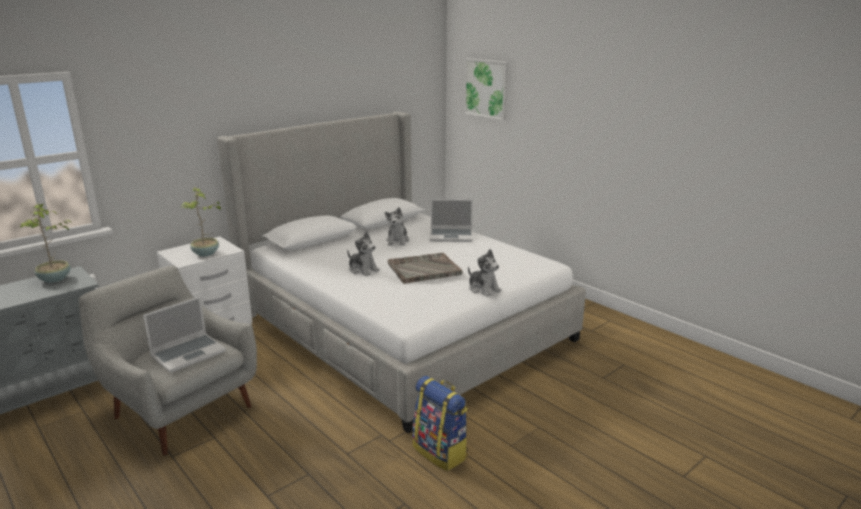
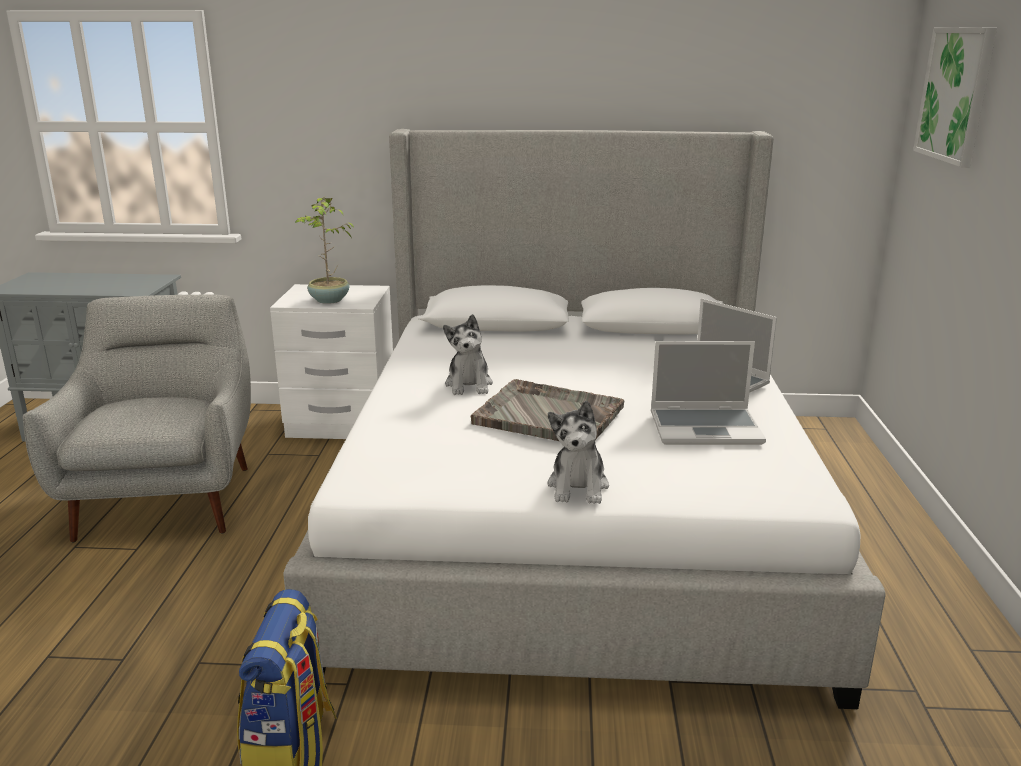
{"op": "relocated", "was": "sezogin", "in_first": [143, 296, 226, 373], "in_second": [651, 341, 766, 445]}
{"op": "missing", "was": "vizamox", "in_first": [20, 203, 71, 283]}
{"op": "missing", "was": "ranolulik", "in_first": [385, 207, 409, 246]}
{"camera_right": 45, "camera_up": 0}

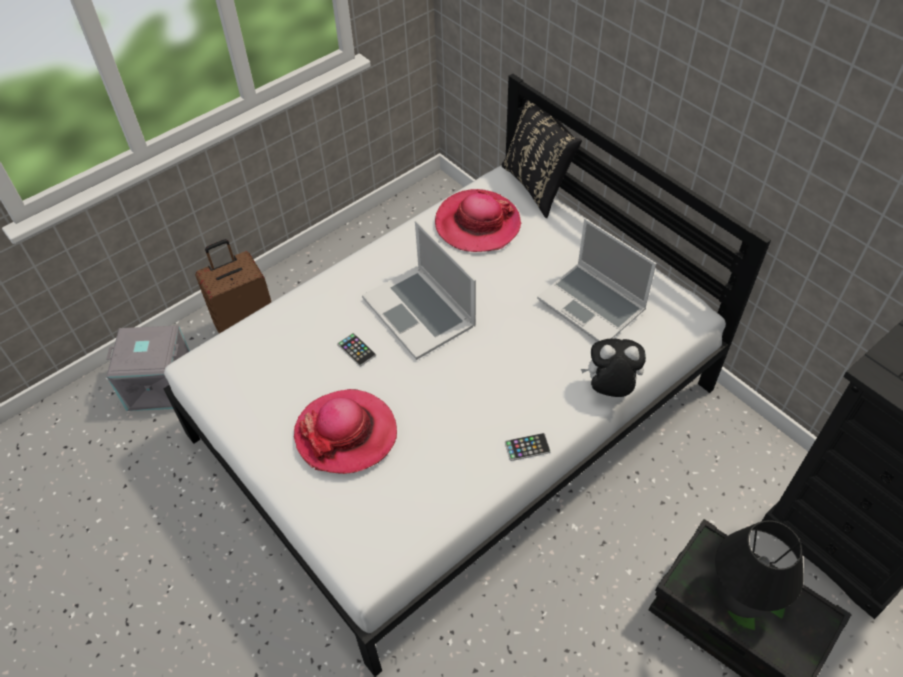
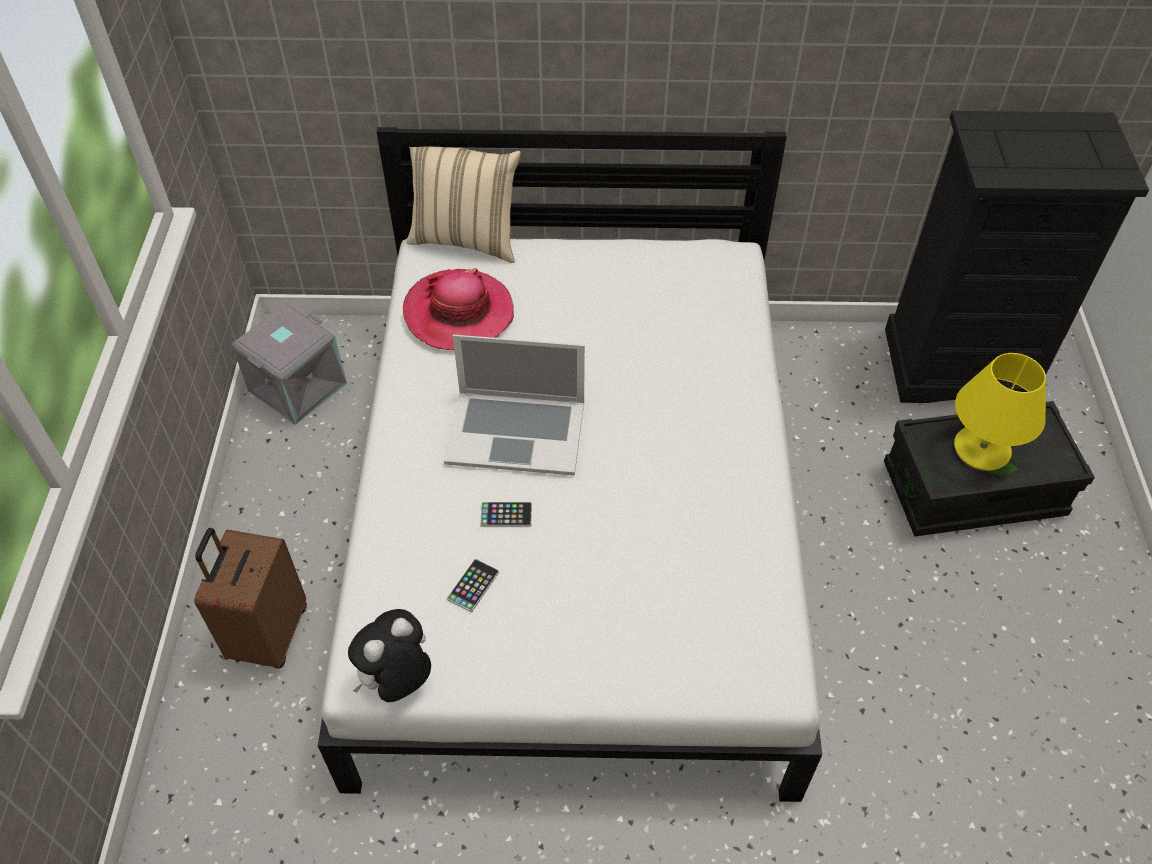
{"op": "relocated", "was": "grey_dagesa", "in_first": [107, 325, 190, 411], "in_second": [231, 304, 347, 425]}
{"op": "relocated", "was": "ranolulik", "in_first": [581, 338, 646, 397], "in_second": [348, 609, 431, 702]}
{"op": "colour", "was": "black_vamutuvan", "now": "beige_vamutuvan", "in_first": [502, 99, 582, 218], "in_second": [406, 147, 521, 263]}
{"op": "relocated", "was": "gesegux", "in_first": [505, 433, 551, 461], "in_second": [447, 559, 499, 612]}
{"op": "colour", "was": "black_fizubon", "now": "yellow_fizubon", "in_first": [715, 520, 804, 618], "in_second": [954, 353, 1046, 471]}
{"op": "missing", "was": "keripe", "in_first": [294, 389, 397, 474]}
{"op": "missing", "was": "sezogin", "in_first": [537, 218, 656, 342]}
{"camera_right": -50, "camera_up": 0}

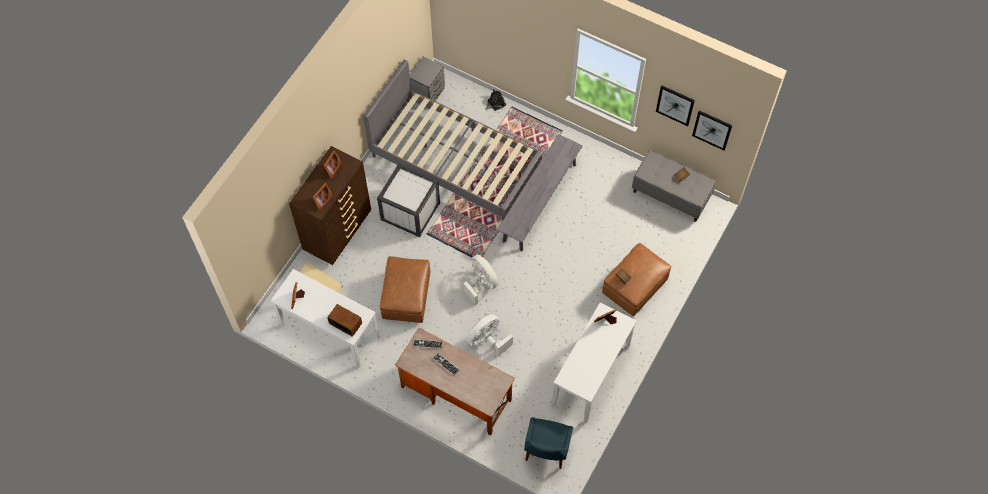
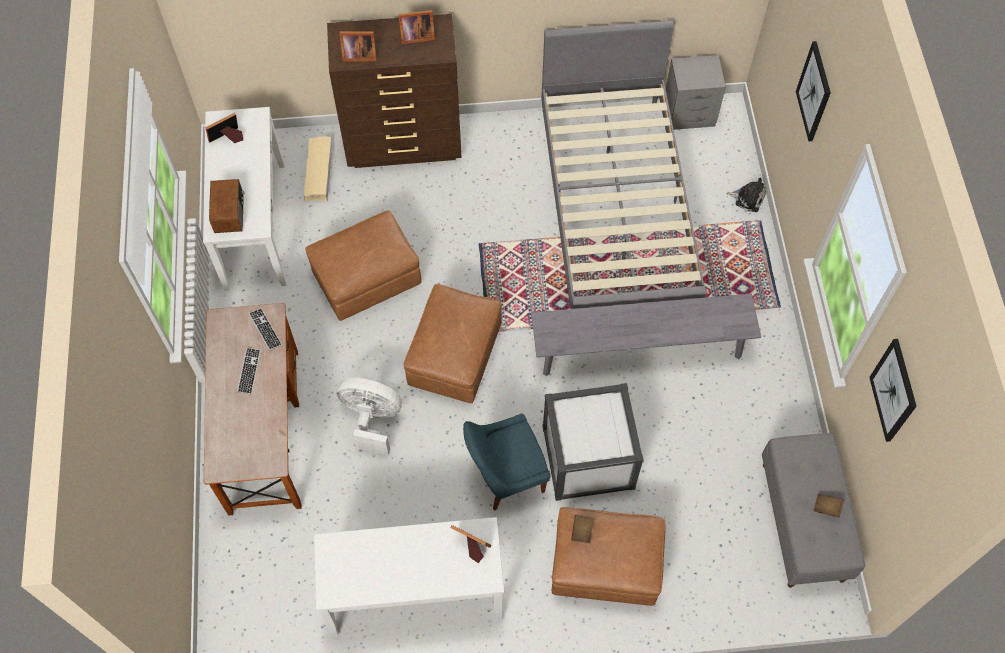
{"op": "exchanged", "was": "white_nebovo", "now": "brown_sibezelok", "in_first": [463, 254, 498, 305], "in_second": [404, 284, 502, 403]}
{"op": "relocated", "was": "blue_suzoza", "in_first": [524, 417, 573, 469], "in_second": [463, 413, 550, 511]}
{"op": "relocated", "was": "white_dagesa", "in_first": [377, 163, 440, 238], "in_second": [542, 383, 644, 501]}
{"op": "relocated", "was": "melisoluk", "in_first": [692, 110, 733, 151], "in_second": [796, 41, 831, 141]}
{"camera_right": 55, "camera_up": 0}

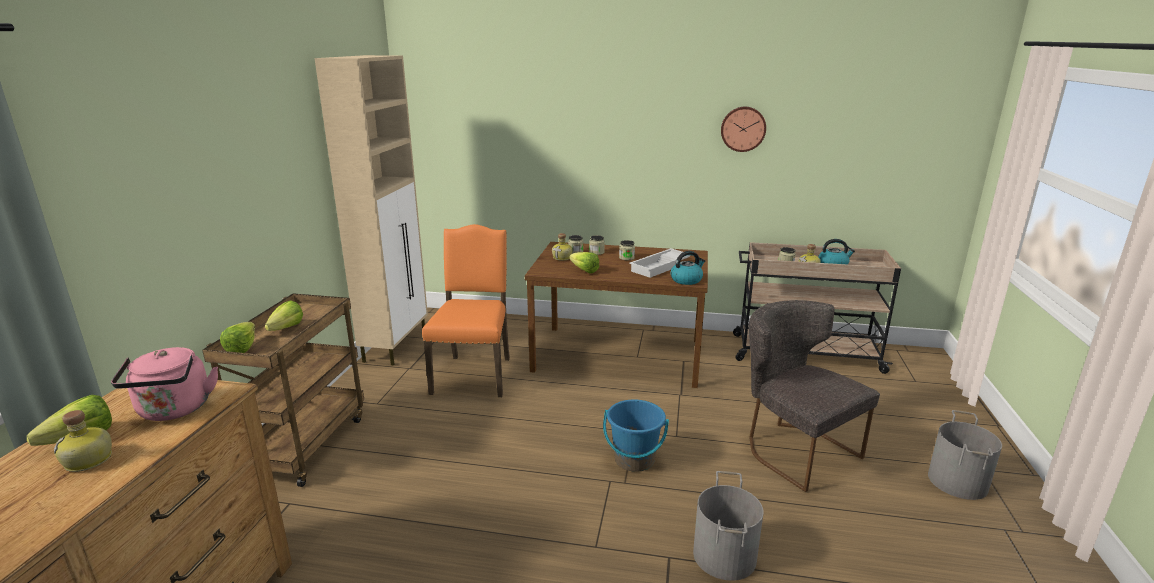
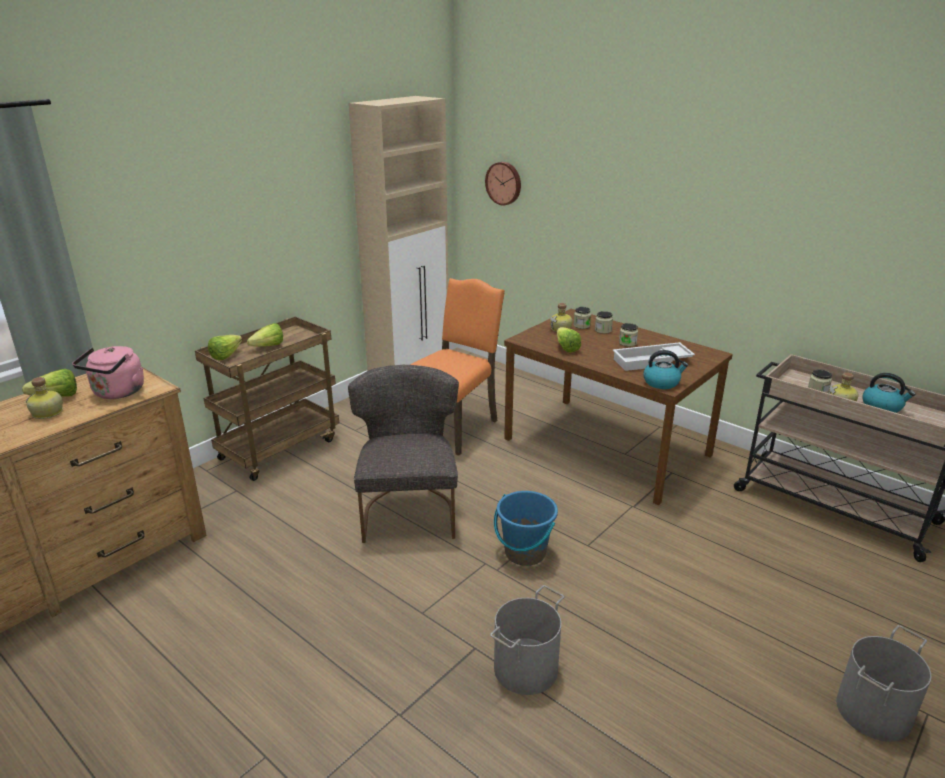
{"op": "relocated", "was": "grey_suzoza", "in_first": [749, 300, 880, 492], "in_second": [348, 364, 459, 543]}
{"op": "relocated", "was": "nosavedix", "in_first": [721, 107, 766, 152], "in_second": [485, 162, 521, 205]}
{"camera_right": 30, "camera_up": 5}

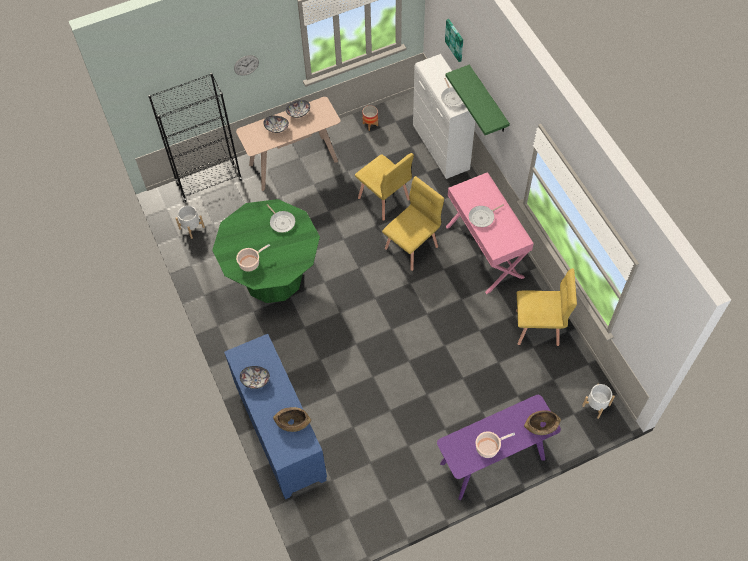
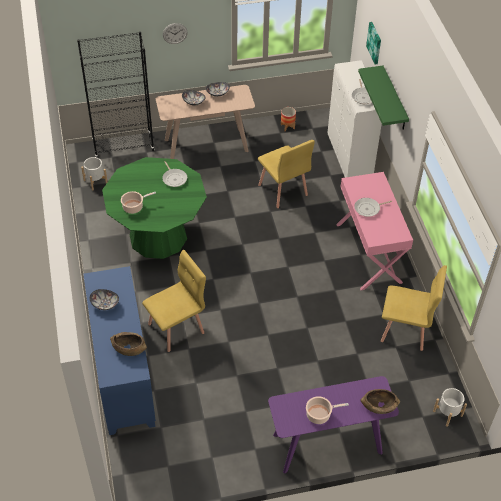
{"op": "relocated", "was": "yellow_suzoza", "in_first": [382, 176, 444, 271], "in_second": [142, 250, 206, 352]}
{"camera_right": 10, "camera_up": -10}

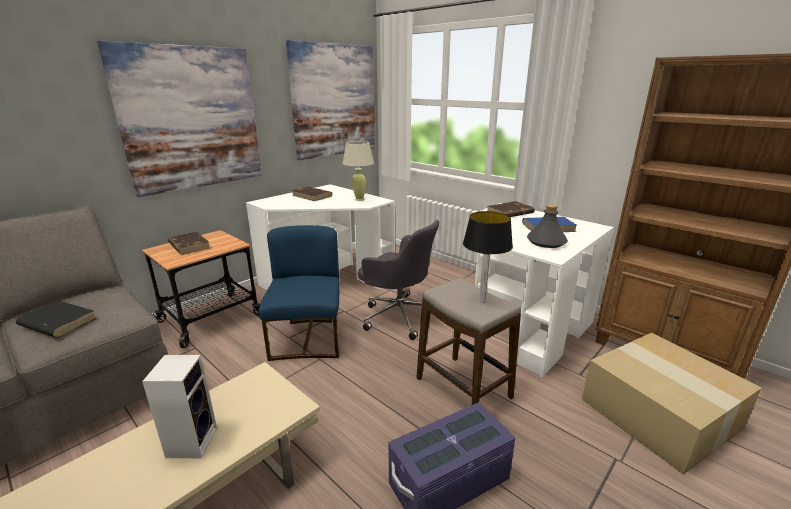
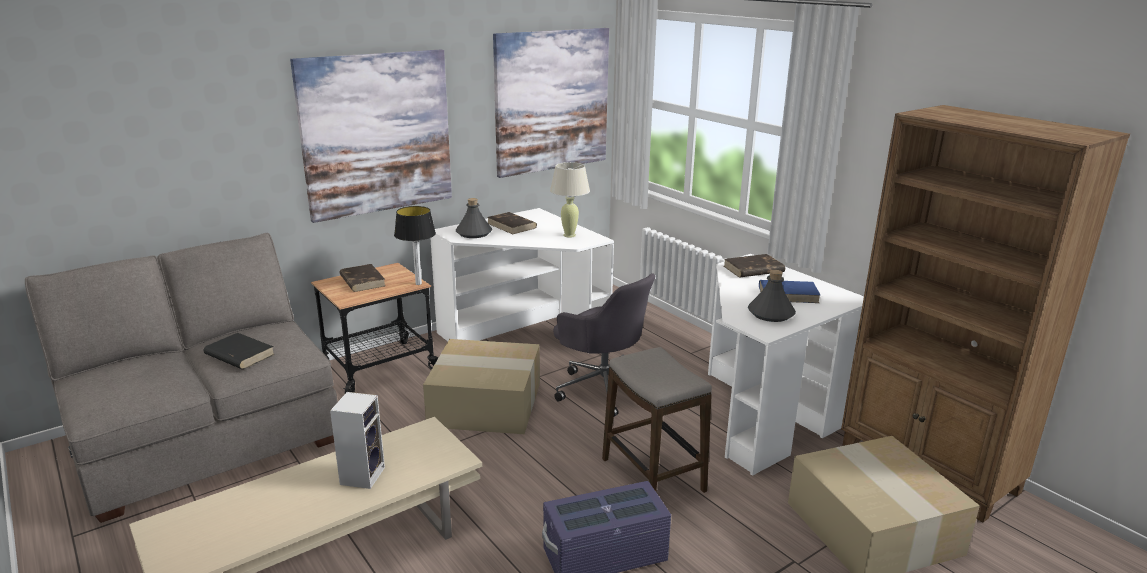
{"op": "relocated", "was": "fizubon", "in_first": [463, 211, 513, 303], "in_second": [394, 206, 436, 285]}
{"op": "exchanged", "was": "blue_suzoza", "now": "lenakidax", "in_first": [259, 225, 340, 361], "in_second": [423, 339, 540, 434]}
{"op": "appeared", "now": "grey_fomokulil", "in_second": [456, 198, 492, 238]}
{"camera_right": 10, "camera_up": 0}

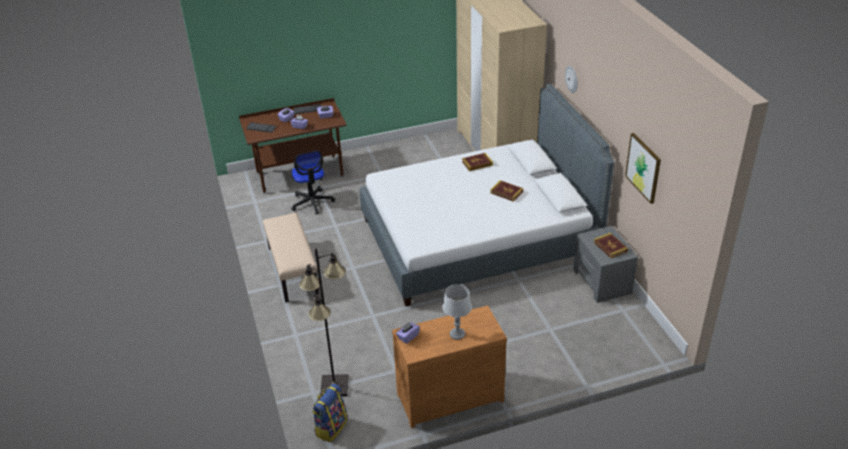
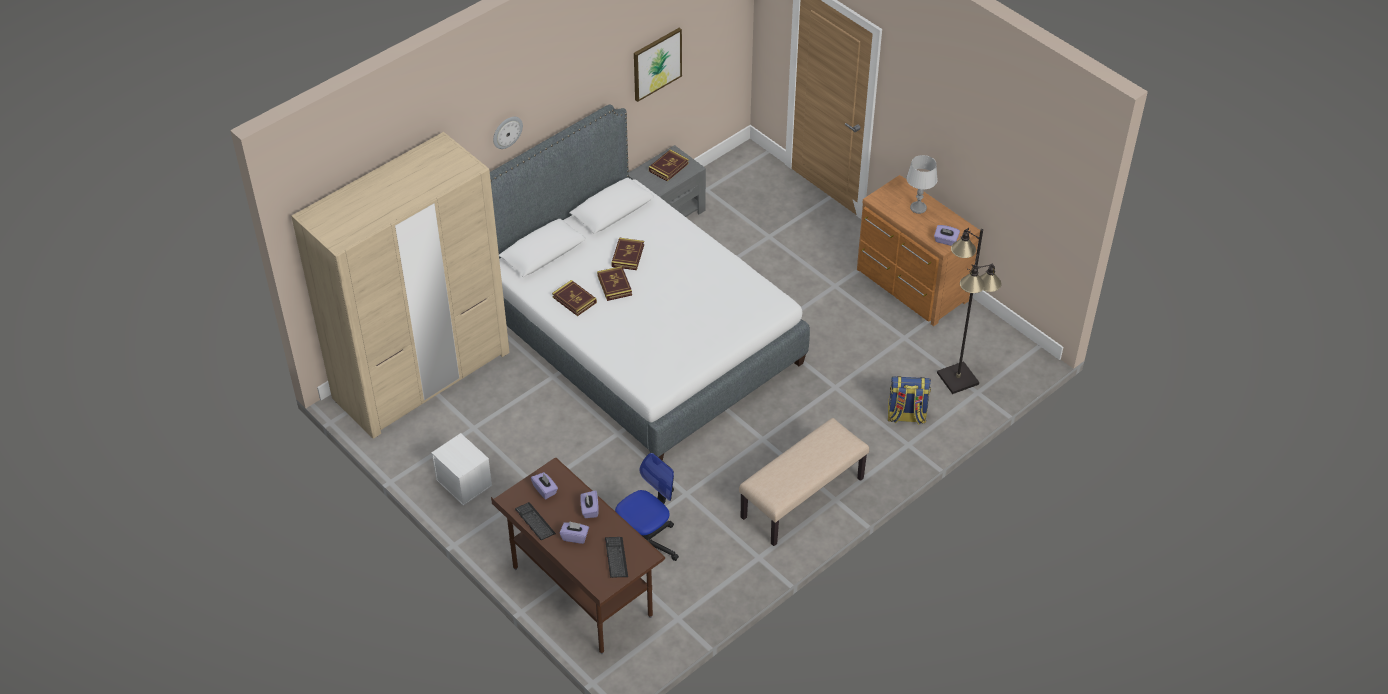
{"op": "appeared", "now": "white_dagesa", "in_second": [431, 433, 492, 506]}
{"op": "appeared", "now": "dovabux", "in_second": [597, 266, 632, 301]}
{"op": "relocated", "was": "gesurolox", "in_first": [312, 383, 348, 442], "in_second": [887, 376, 931, 425]}
{"camera_right": -115, "camera_up": 10}

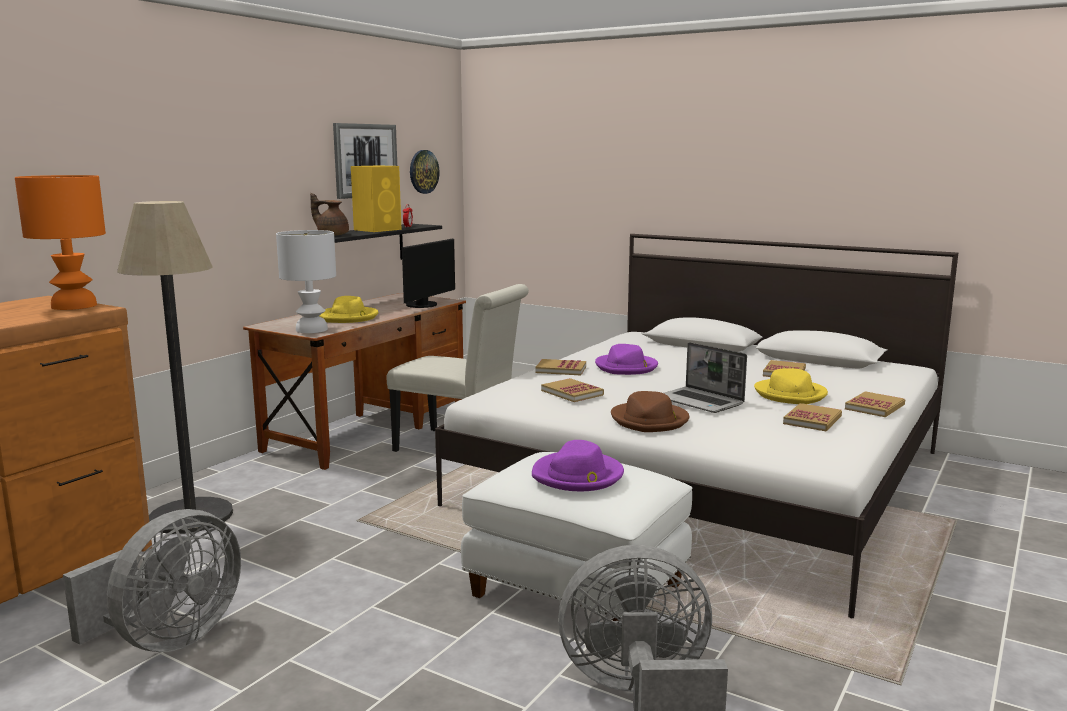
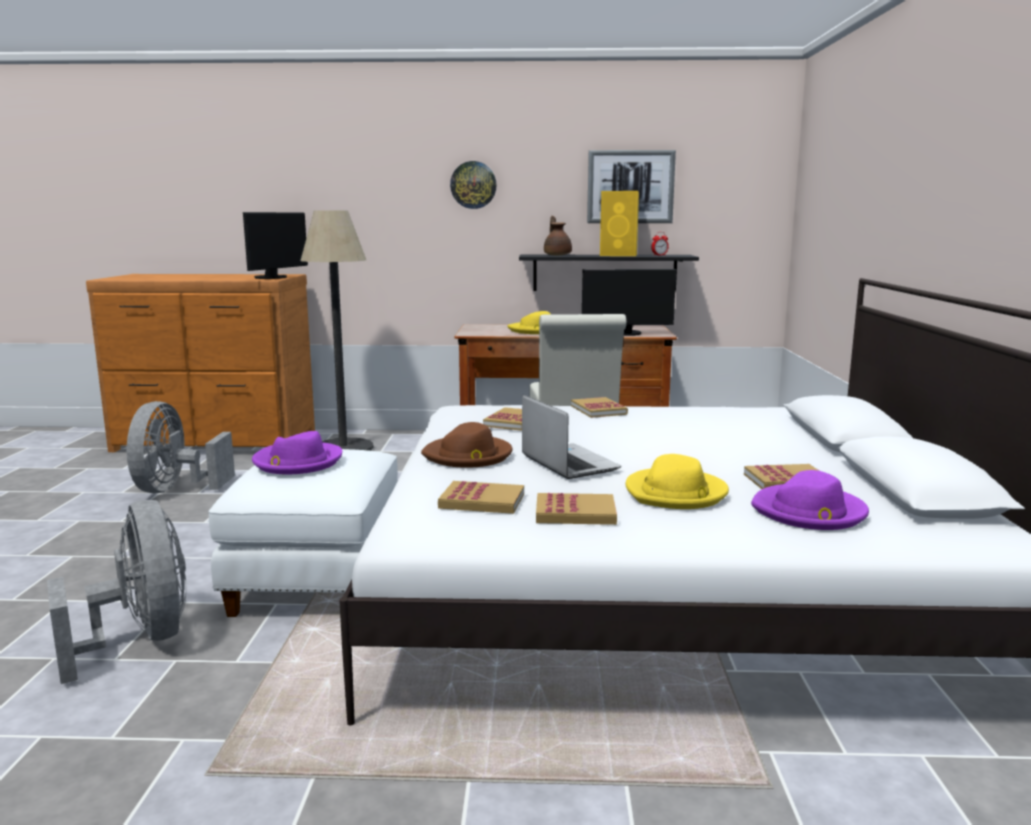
{"op": "spun", "was": "grey_nebovo", "in_first": [63, 509, 241, 652], "in_second": [127, 401, 235, 494], "clockwise": 90}
{"op": "exchanged", "was": "orange_fizubon", "now": "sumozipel", "in_first": [15, 175, 106, 310], "in_second": [243, 212, 308, 279]}
{"op": "relocated", "was": "dovabux", "in_first": [845, 391, 905, 417], "in_second": [438, 481, 524, 514]}
{"op": "relocated", "was": "nosavedix", "in_first": [410, 150, 440, 194], "in_second": [450, 161, 497, 209]}
{"op": "spun", "was": "sezogin", "in_first": [664, 342, 747, 413], "in_second": [522, 395, 621, 479], "clockwise": 135}
{"op": "relocated", "was": "purple_keripe", "in_first": [595, 344, 658, 375], "in_second": [751, 470, 869, 530]}
{"op": "missing", "was": "white_fizubon", "in_first": [276, 230, 336, 333]}
{"camera_right": 60, "camera_up": 0}

